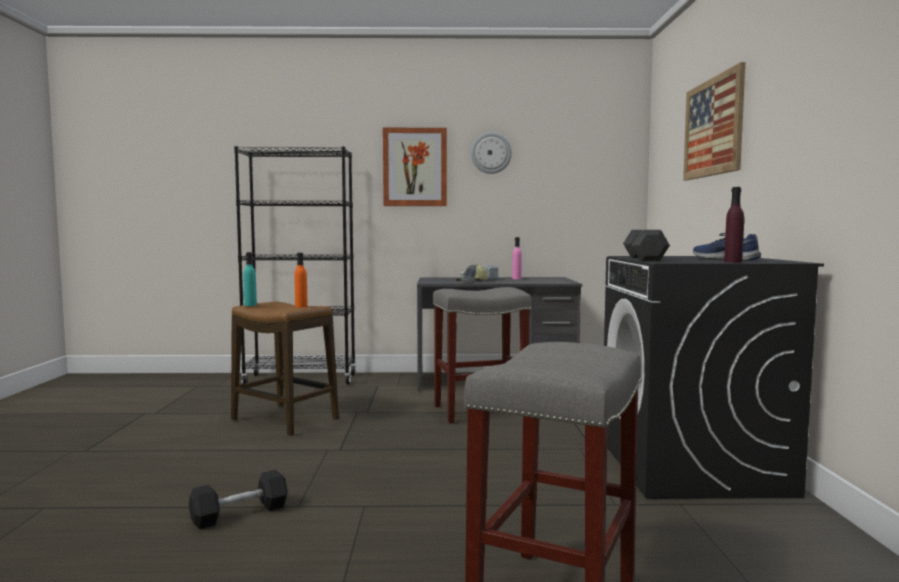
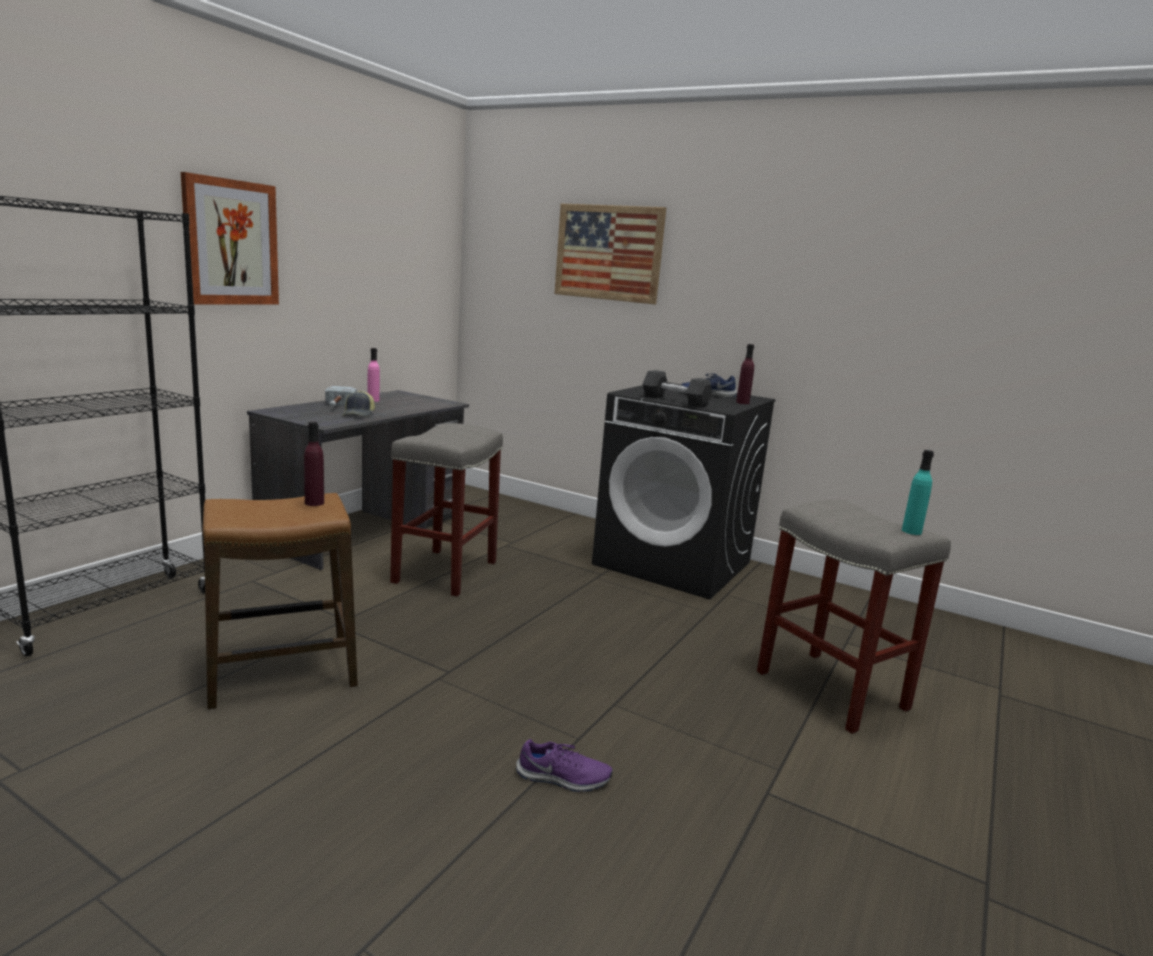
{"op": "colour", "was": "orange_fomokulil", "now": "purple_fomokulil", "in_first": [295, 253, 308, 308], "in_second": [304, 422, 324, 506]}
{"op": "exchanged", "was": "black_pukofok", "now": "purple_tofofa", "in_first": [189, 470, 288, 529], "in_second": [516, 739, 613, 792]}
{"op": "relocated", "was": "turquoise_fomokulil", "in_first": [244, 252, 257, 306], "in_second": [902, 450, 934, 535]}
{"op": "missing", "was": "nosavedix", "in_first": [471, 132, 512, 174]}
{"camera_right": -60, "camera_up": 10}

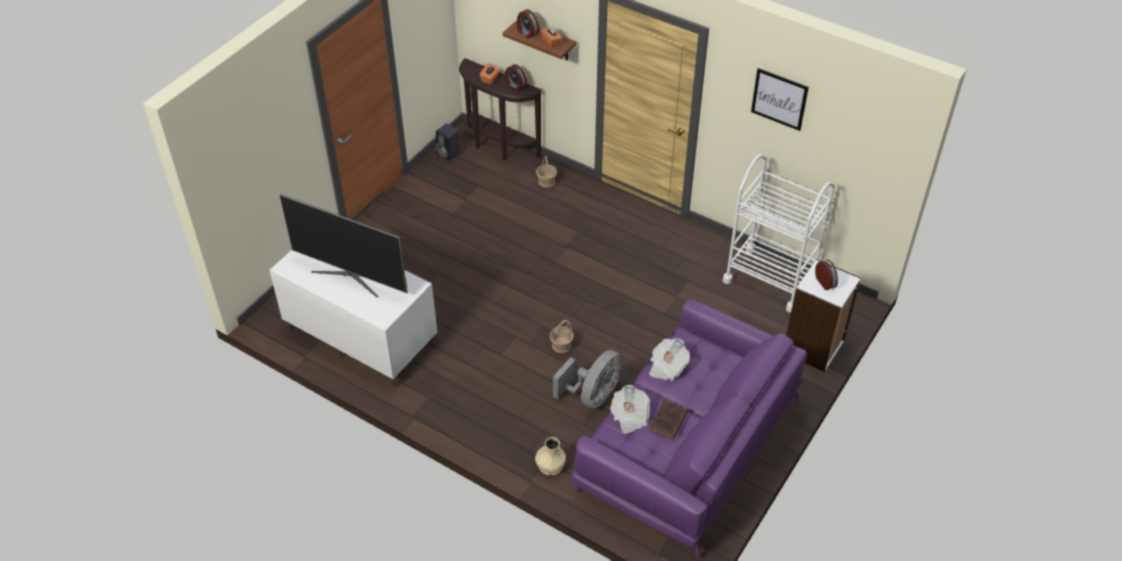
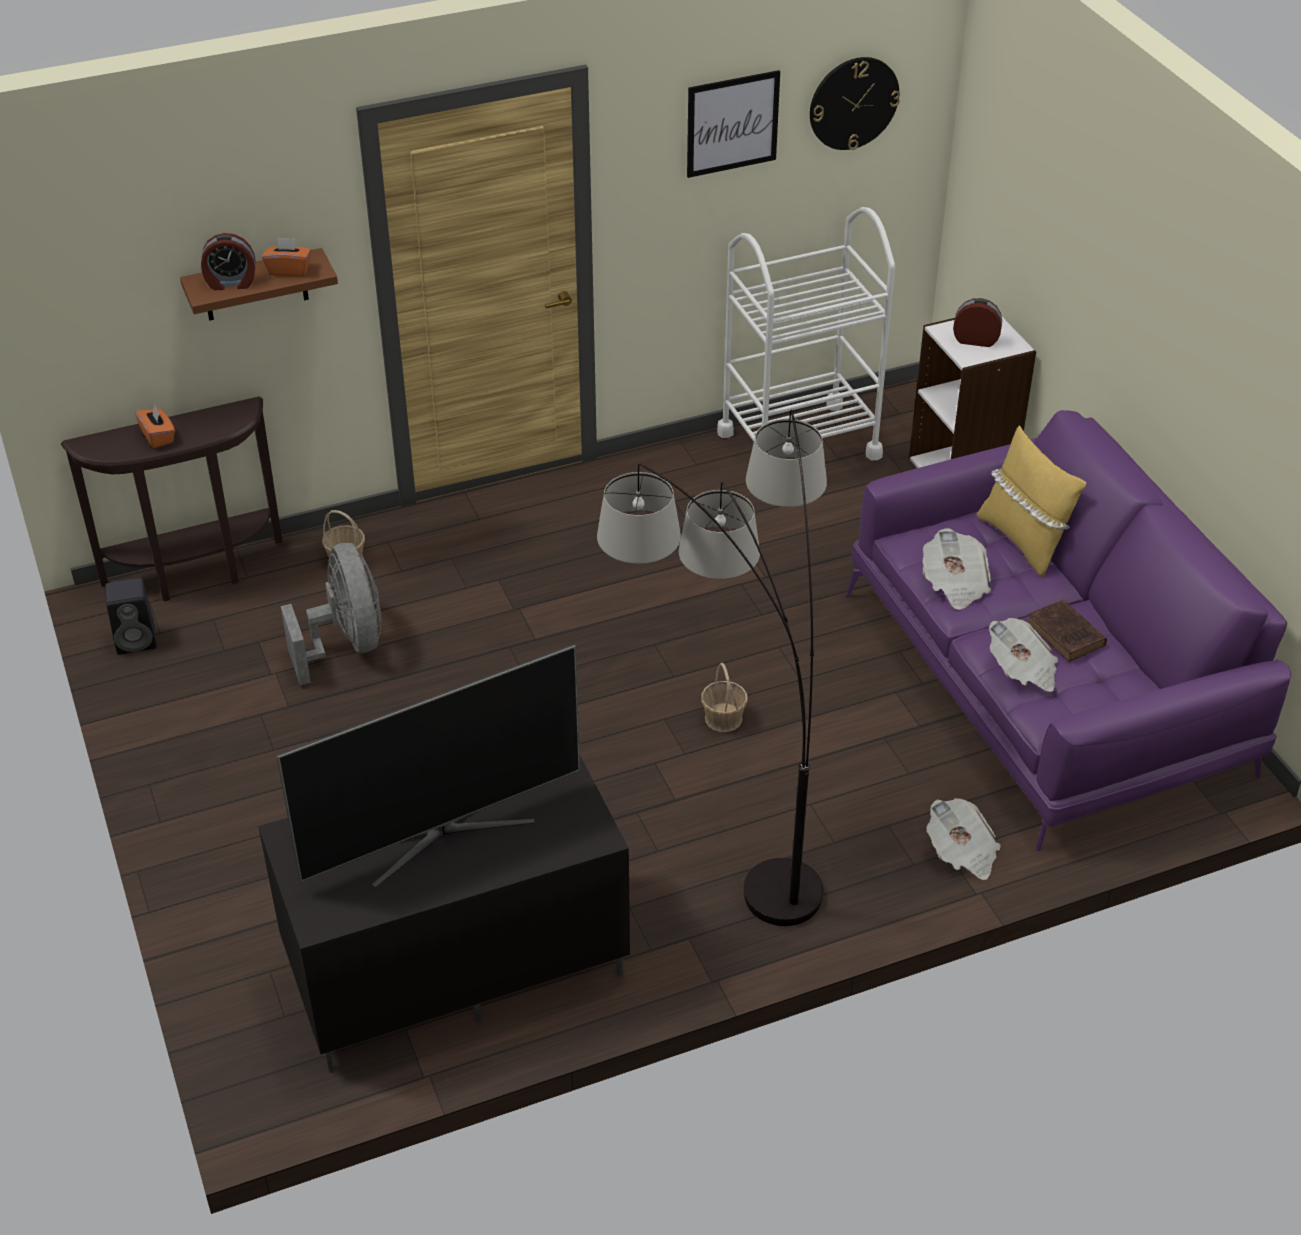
{"op": "colour", "was": "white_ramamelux", "now": "black_ramamelux", "in_first": [269, 250, 437, 388], "in_second": [258, 756, 630, 1072]}
{"op": "relocated", "was": "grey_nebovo", "in_first": [553, 350, 623, 409], "in_second": [281, 543, 381, 685]}
{"op": "appeared", "now": "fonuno", "in_second": [597, 410, 827, 926]}
{"op": "appeared", "now": "nosavedix", "in_second": [810, 57, 900, 150]}
{"op": "exchanged", "was": "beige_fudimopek", "now": "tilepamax", "in_first": [535, 437, 566, 476], "in_second": [926, 798, 1001, 880]}
{"op": "appeared", "now": "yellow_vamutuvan", "in_second": [976, 425, 1086, 578]}
{"op": "missing", "was": "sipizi", "in_first": [504, 64, 527, 92]}
{"camera_right": -55, "camera_up": -5}

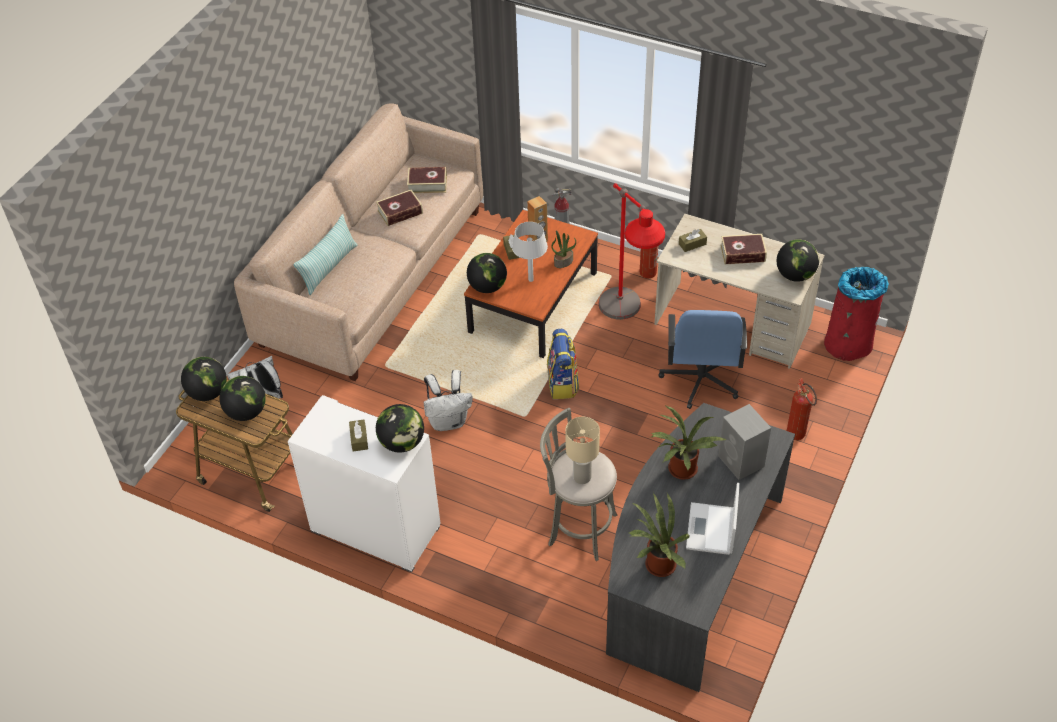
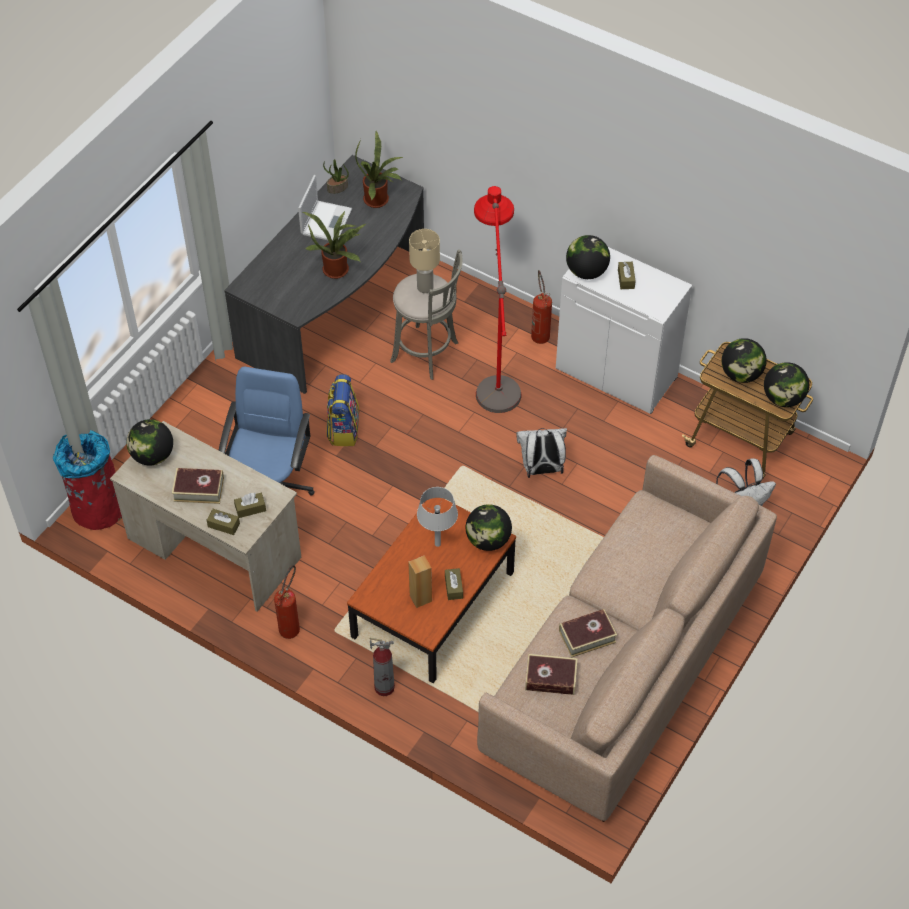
{"op": "appeared", "now": "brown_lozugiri", "in_second": [207, 509, 240, 535]}
{"op": "relocated", "was": "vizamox", "in_first": [551, 230, 576, 268], "in_second": [323, 159, 349, 194]}
{"op": "relocated", "was": "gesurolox", "in_first": [547, 329, 579, 399], "in_second": [326, 374, 359, 446]}
{"op": "relocated", "was": "red_fonuno", "in_first": [598, 183, 665, 320], "in_second": [474, 186, 521, 413]}
{"op": "relocated", "was": "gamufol", "in_first": [787, 378, 817, 440], "in_second": [531, 270, 552, 344]}
{"op": "missing", "was": "vamutuvan", "in_first": [293, 214, 357, 295]}
{"op": "missing", "was": "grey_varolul", "in_first": [718, 404, 771, 480]}
{"camera_right": -175, "camera_up": 5}

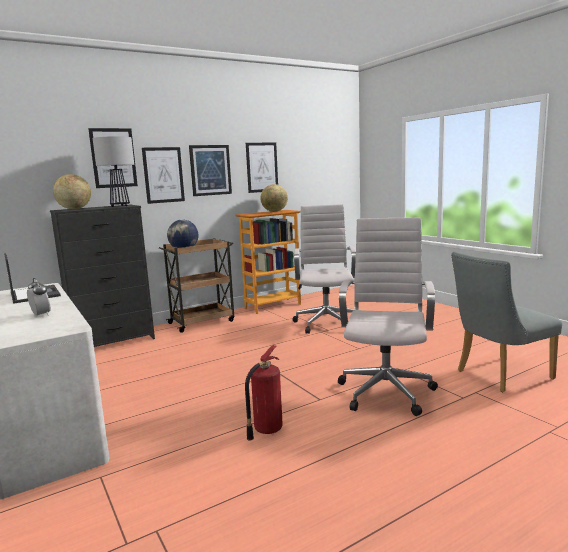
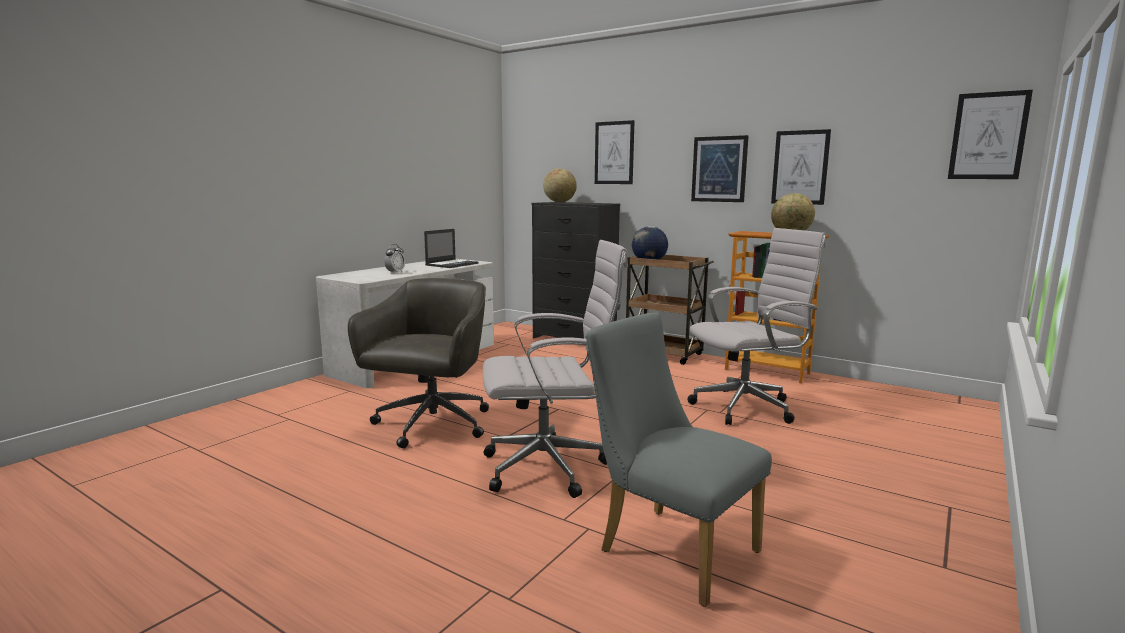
{"op": "exchanged", "was": "gamufol", "now": "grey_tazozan", "in_first": [245, 345, 283, 441], "in_second": [348, 278, 489, 448]}
{"op": "relocated", "was": "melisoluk", "in_first": [142, 147, 185, 204], "in_second": [948, 90, 1033, 179]}
{"op": "missing", "was": "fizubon", "in_first": [93, 136, 134, 207]}
{"camera_right": 65, "camera_up": 0}

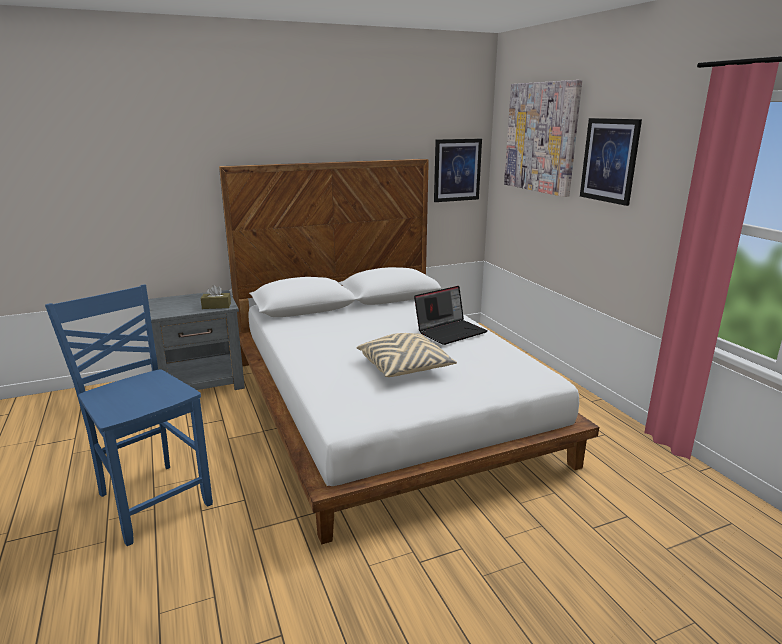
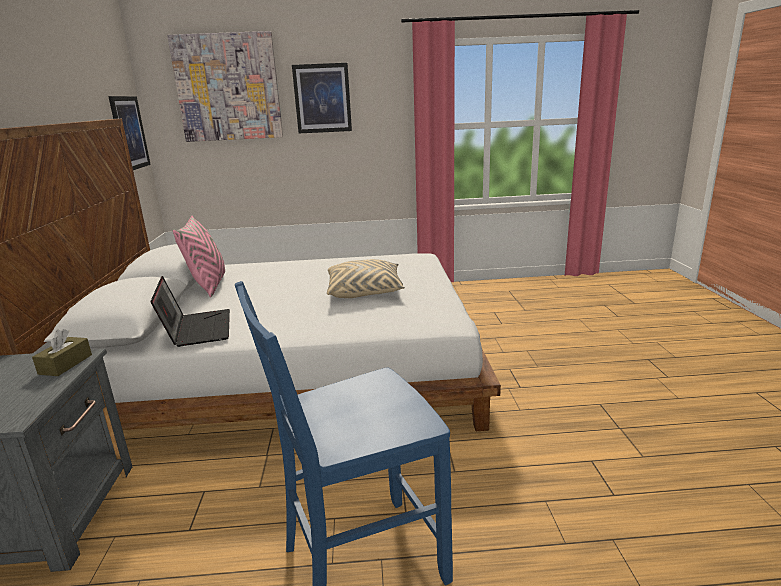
{"op": "relocated", "was": "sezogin", "in_first": [414, 286, 487, 345], "in_second": [150, 276, 230, 347]}
{"op": "appeared", "now": "pink_vamutuvan", "in_second": [173, 216, 225, 297]}
{"camera_right": -70, "camera_up": 0}

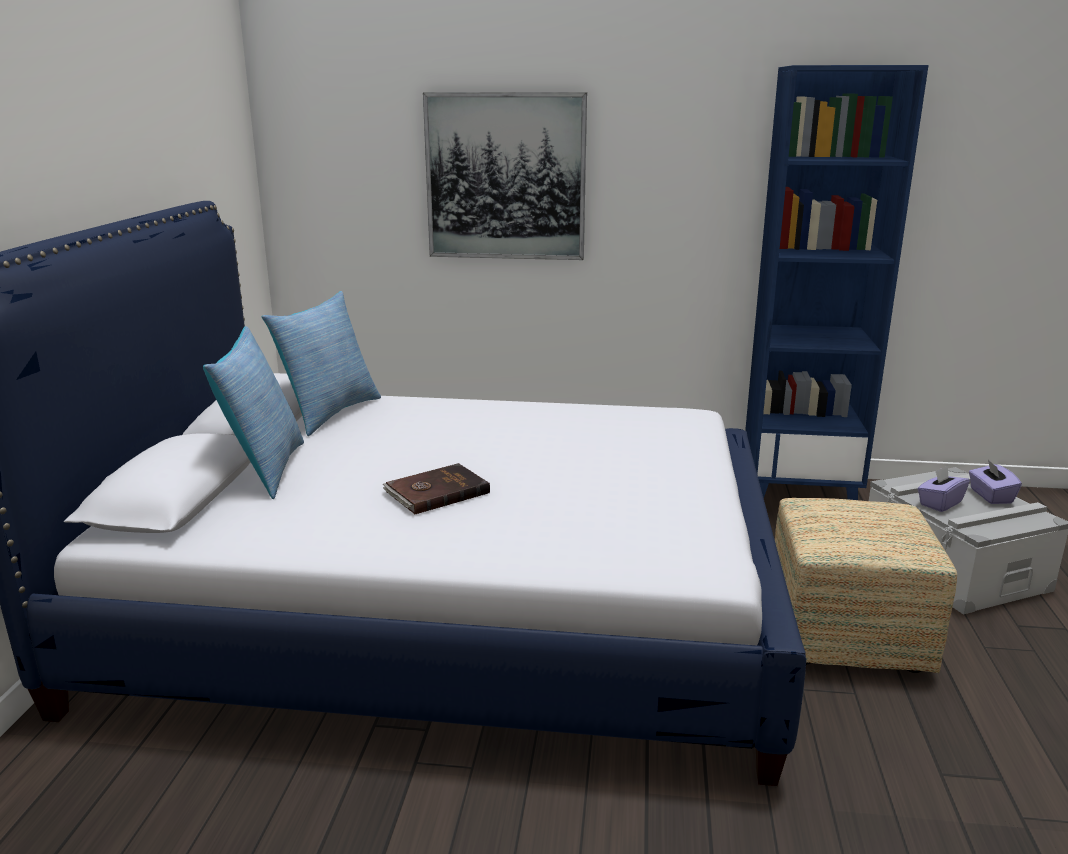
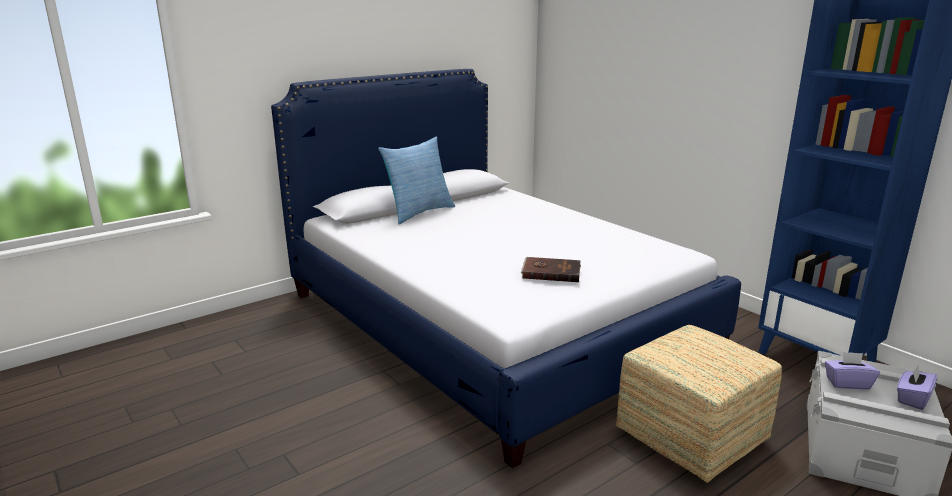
{"op": "relocated", "was": "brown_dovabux", "in_first": [383, 463, 490, 514], "in_second": [521, 257, 581, 282]}
{"op": "missing", "was": "vamutuvan", "in_first": [262, 291, 381, 436]}
{"op": "missing", "was": "melisoluk", "in_first": [423, 92, 587, 260]}
{"camera_right": 45, "camera_up": 0}

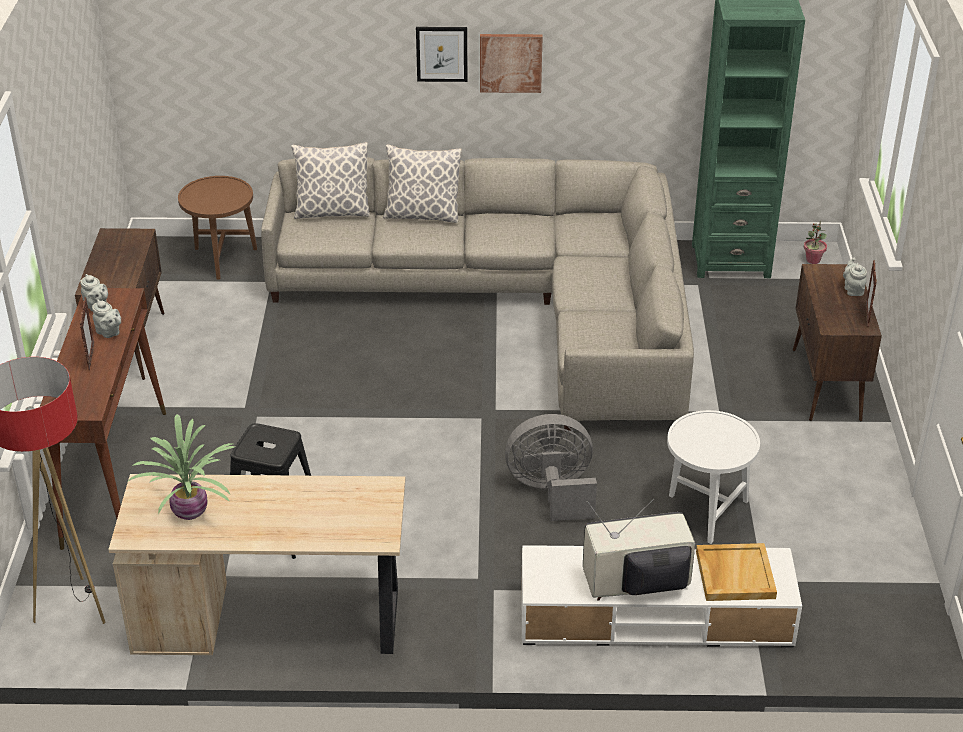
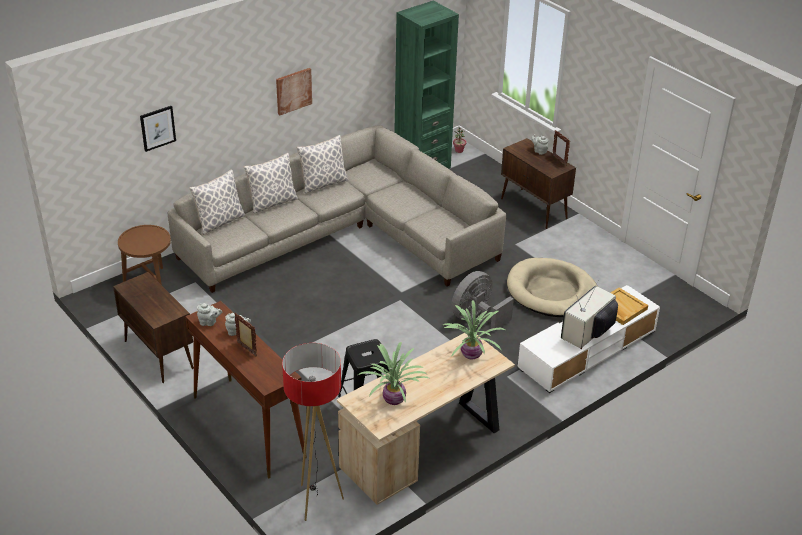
{"op": "relocated", "was": "melisoluk", "in_first": [416, 27, 468, 82], "in_second": [140, 106, 176, 152]}
{"op": "appeared", "now": "vamutuvan", "in_second": [296, 135, 348, 193]}
{"op": "appeared", "now": "vizamox", "in_second": [442, 300, 505, 360]}
{"op": "exchanged", "was": "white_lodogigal", "now": "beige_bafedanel", "in_first": [667, 410, 760, 544], "in_second": [507, 258, 598, 317]}
{"camera_right": -40, "camera_up": 0}

